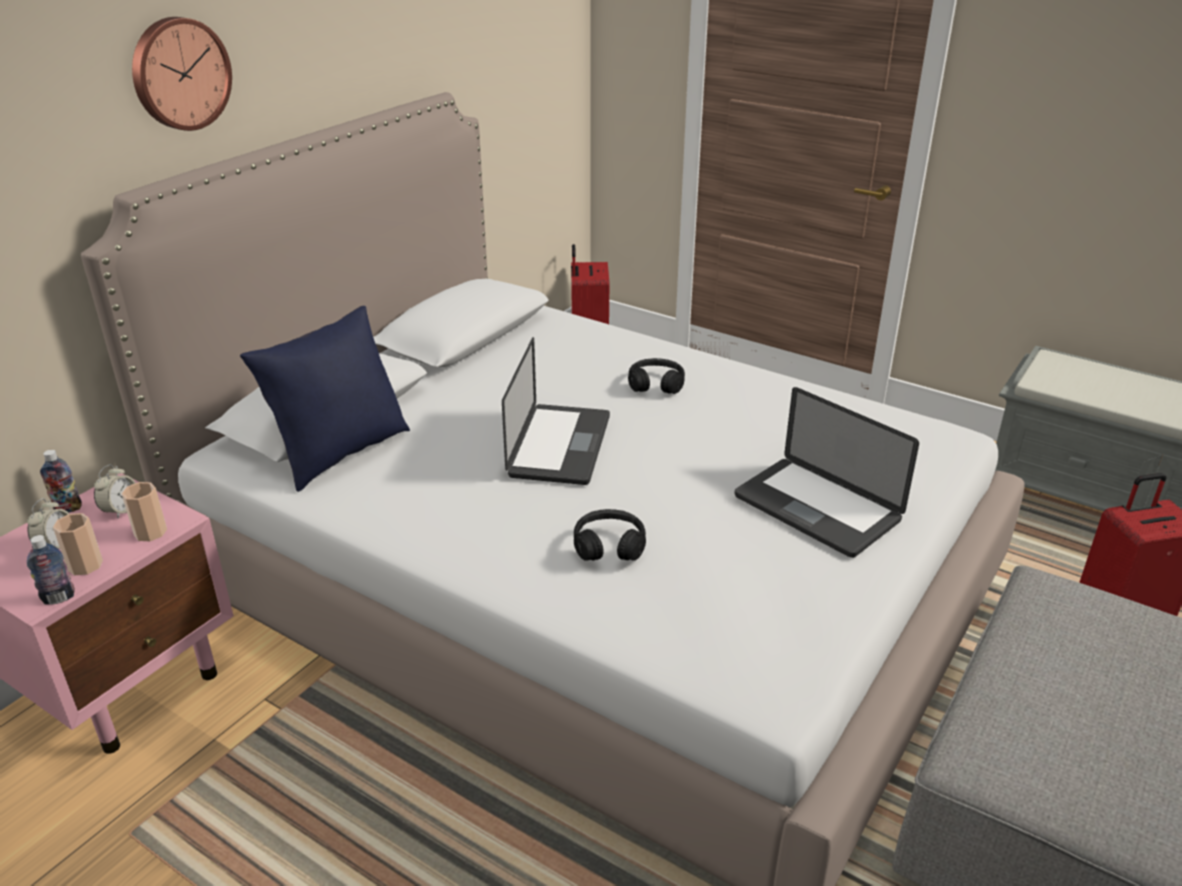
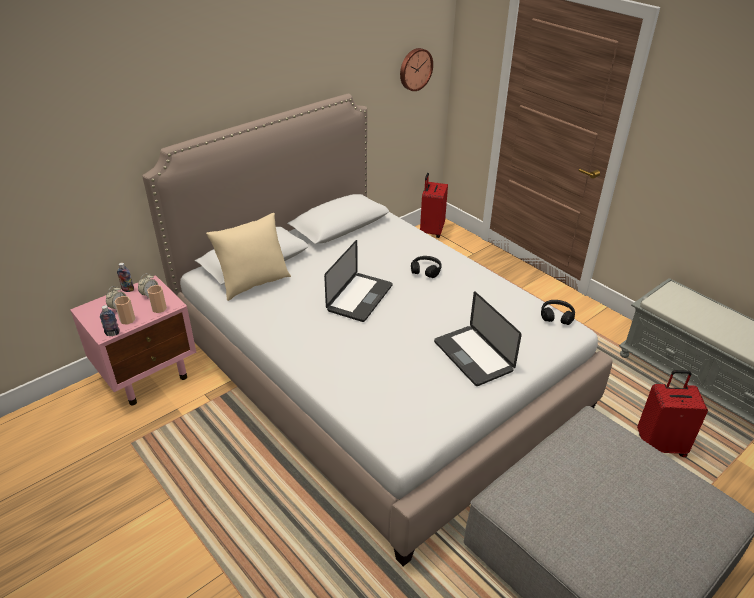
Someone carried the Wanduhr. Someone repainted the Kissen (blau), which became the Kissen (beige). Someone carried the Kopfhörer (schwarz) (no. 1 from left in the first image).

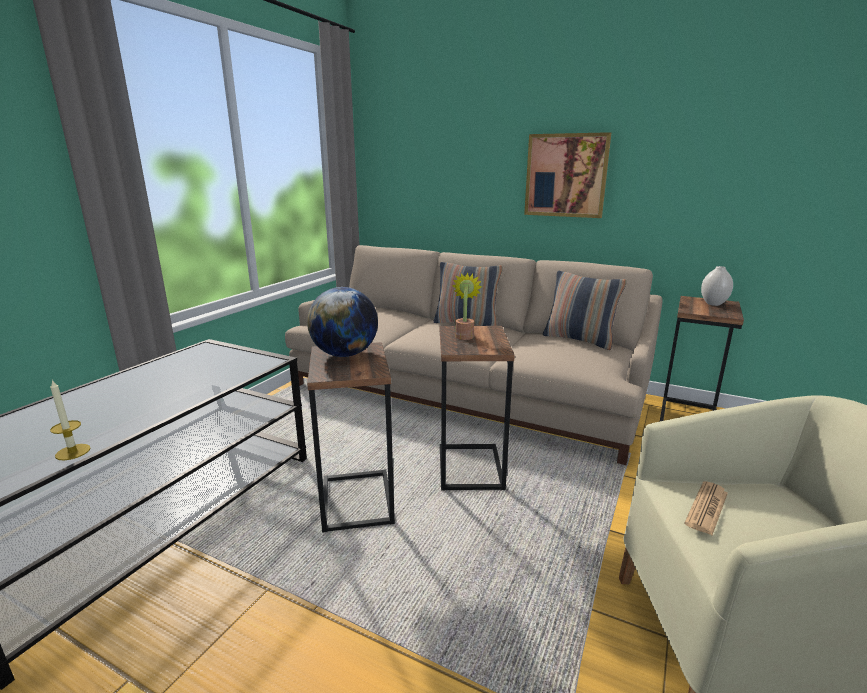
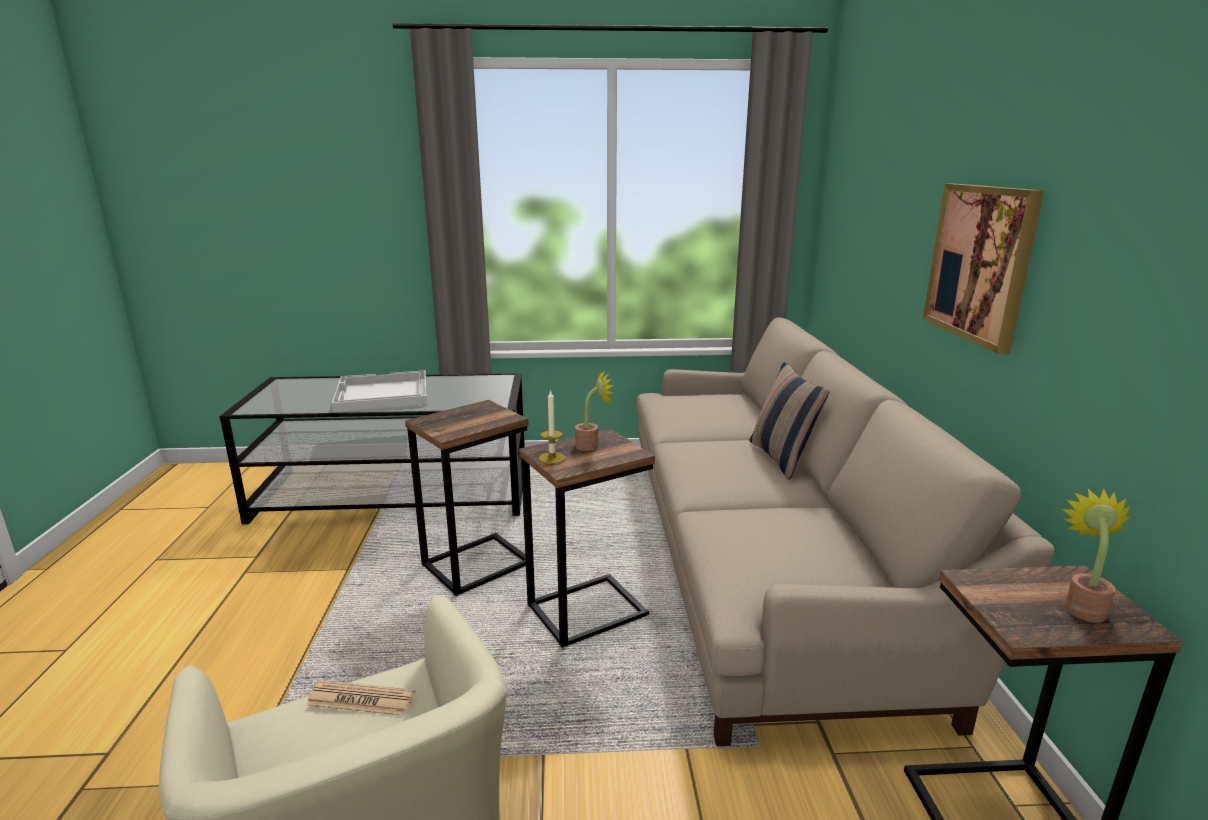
Someone swapped the Vase (weiß) for the Topfpflanze (no. 2 from left). Someone took away the Kissen (no. 2 from left). Someone took away the Globus. Someone carried the Kerze. Someone put down the Tablett (weiß).

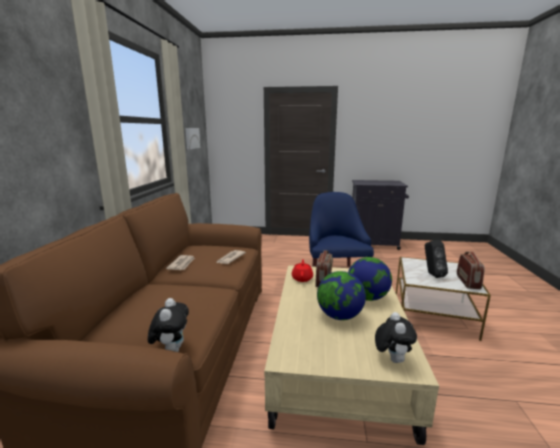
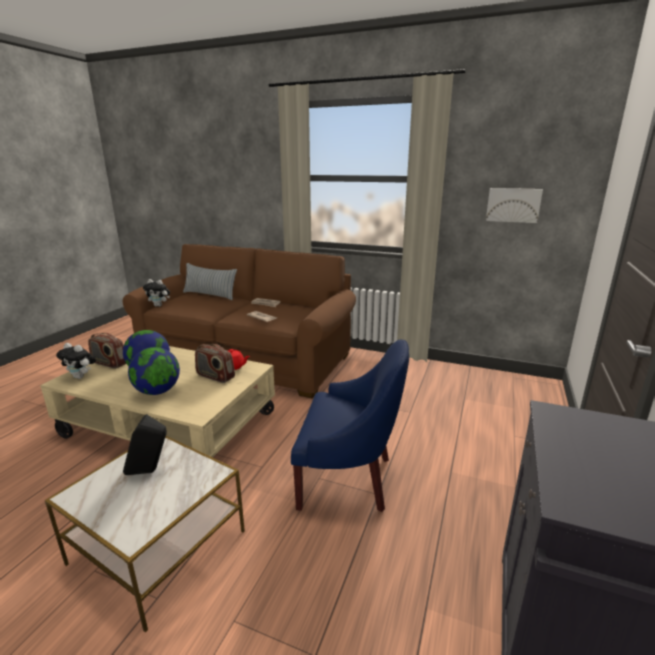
Someone carried the Radio (no. 2 from left in the first image). Someone put down the Kissen.

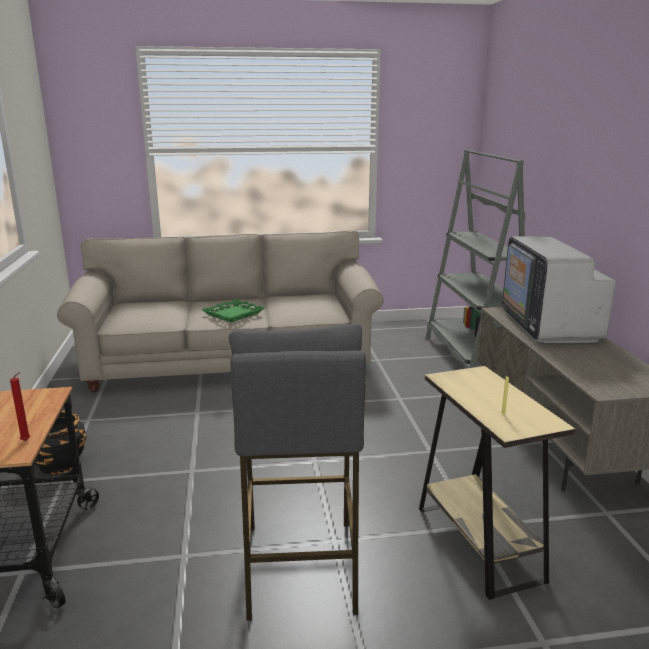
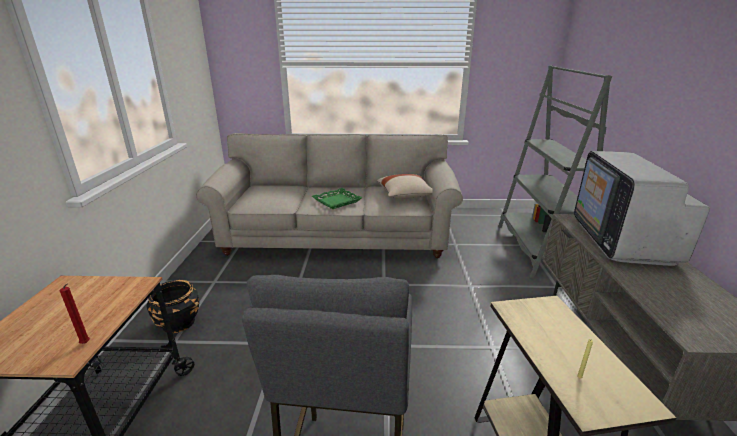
Someone put down the Kissen (beige).

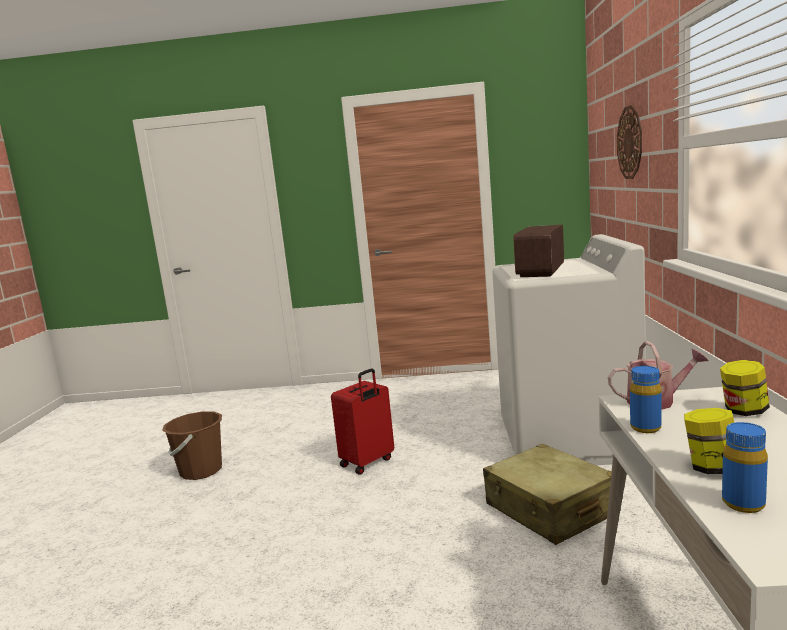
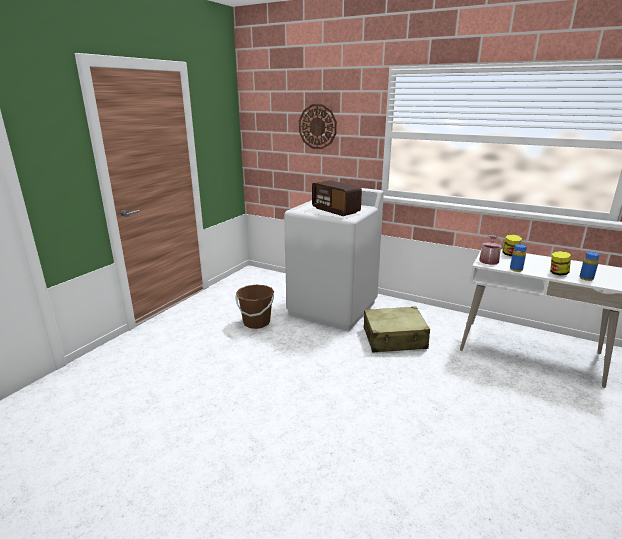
Someone took away the Koffer (rot). Someone carried the Eimer (braun).

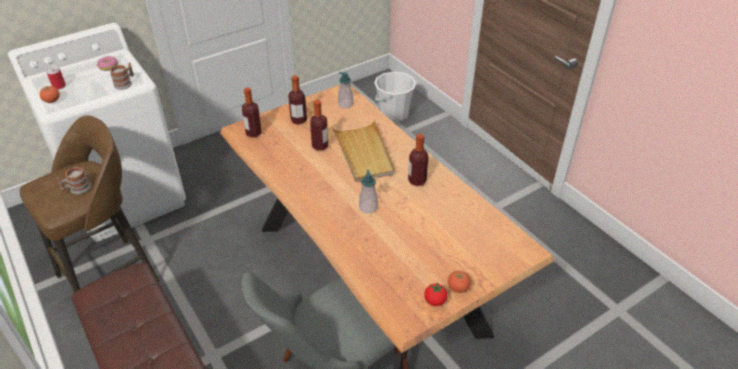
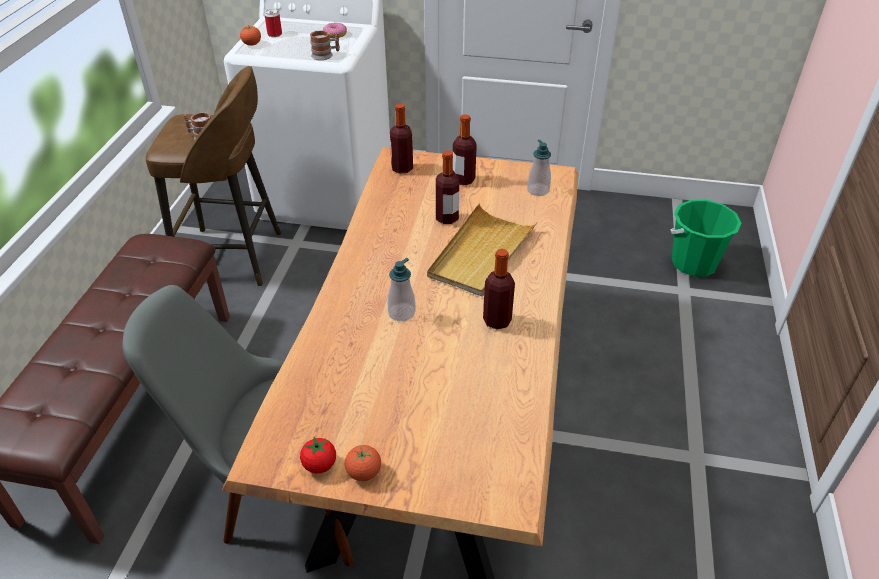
Someone repainted the Eimer (weiß), which became the Eimer (grün).

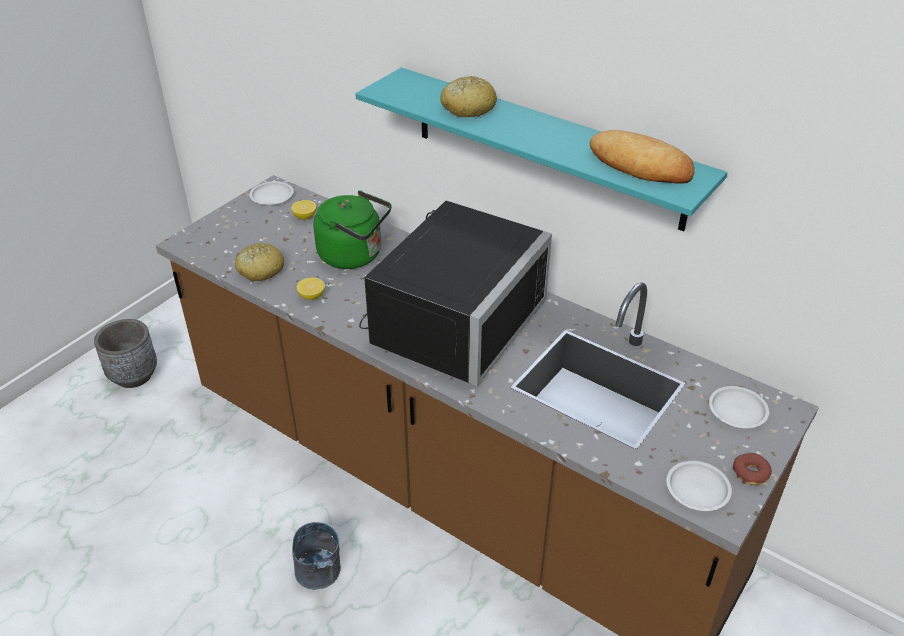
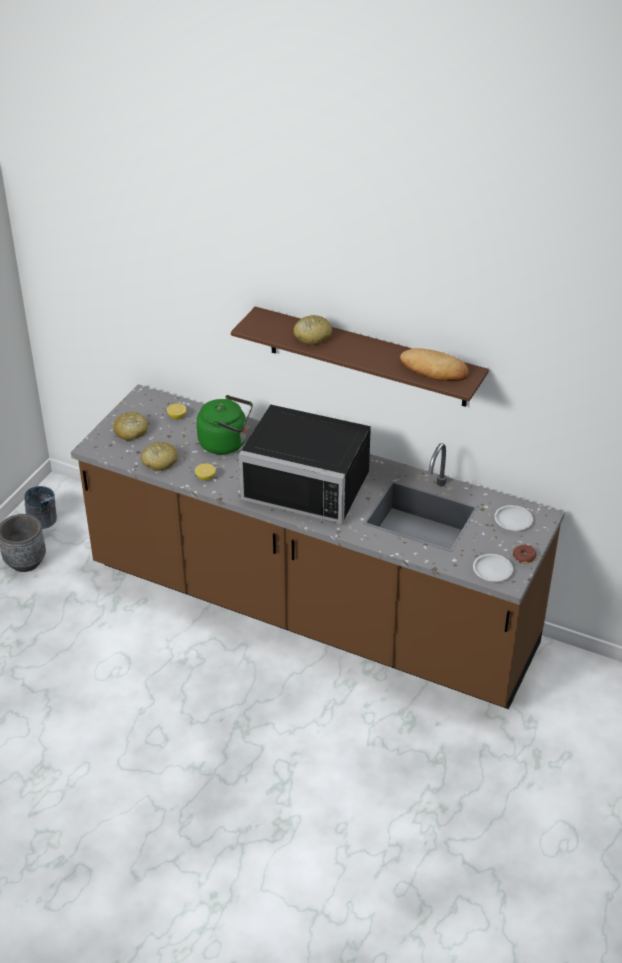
Someone repainted the Wandregal (türkis), which became the Wandregal (braun). Someone took away the Teller (weiß) (no. 1 from left). Someone rotated the Mikrowelle (schwarz) by 90 degrees clockwise. Someone carried the Eimer (grau). Someone put down the Brot (no. 1 from left).

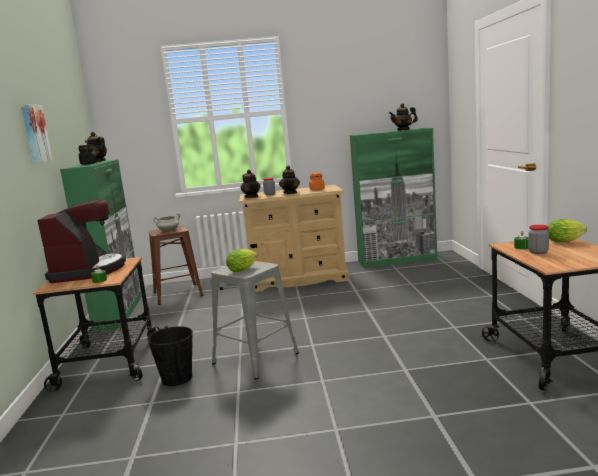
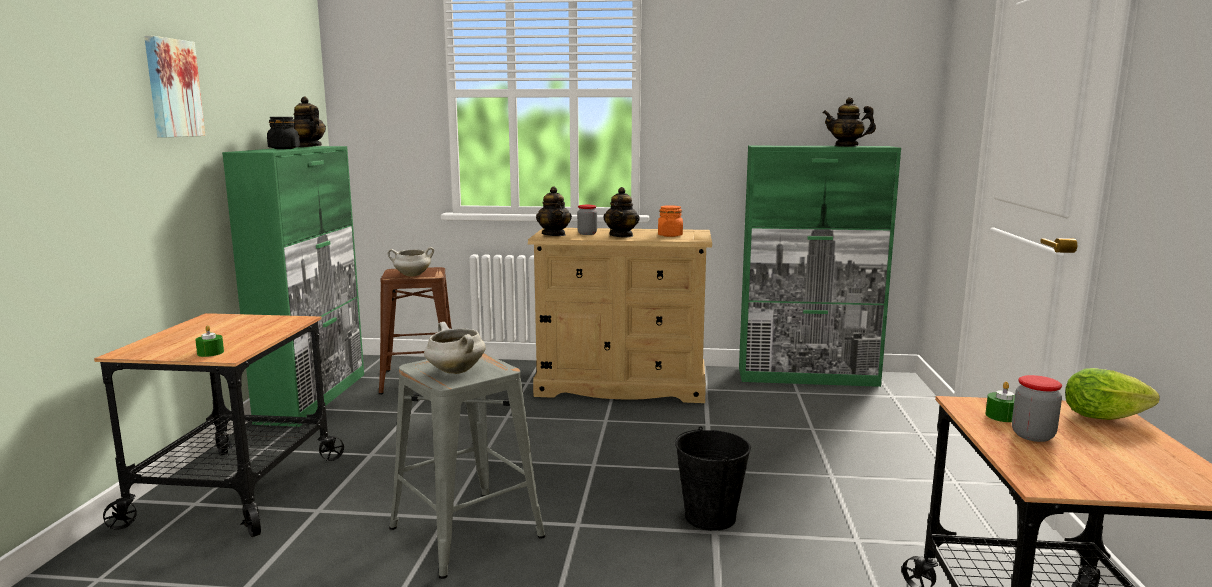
Someone took away the Kaffeemaschine. Someone swapped the Salatkopf (no. 1 from left) for the Kochtopf (weiß) (no. 2 from left). Someone carried the Eimer (schwarz).

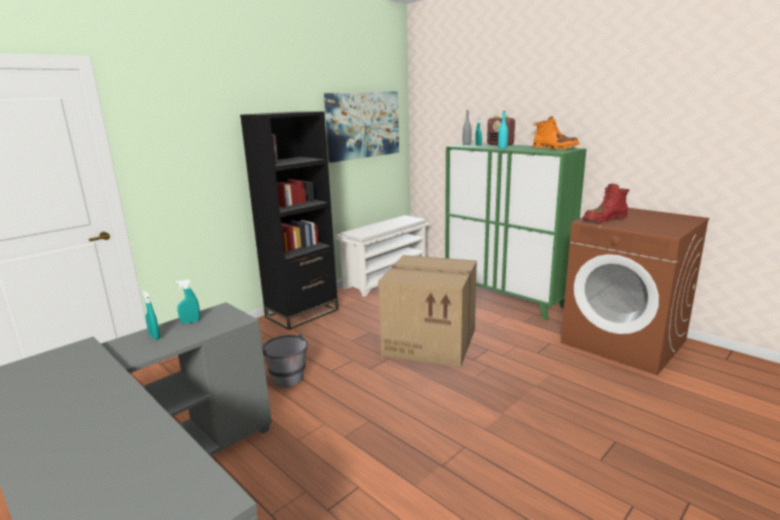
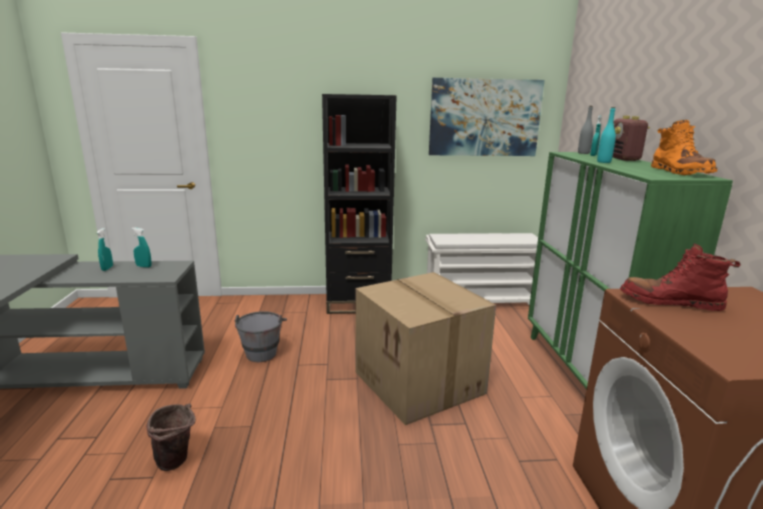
Someone put down the Eimer (braun).

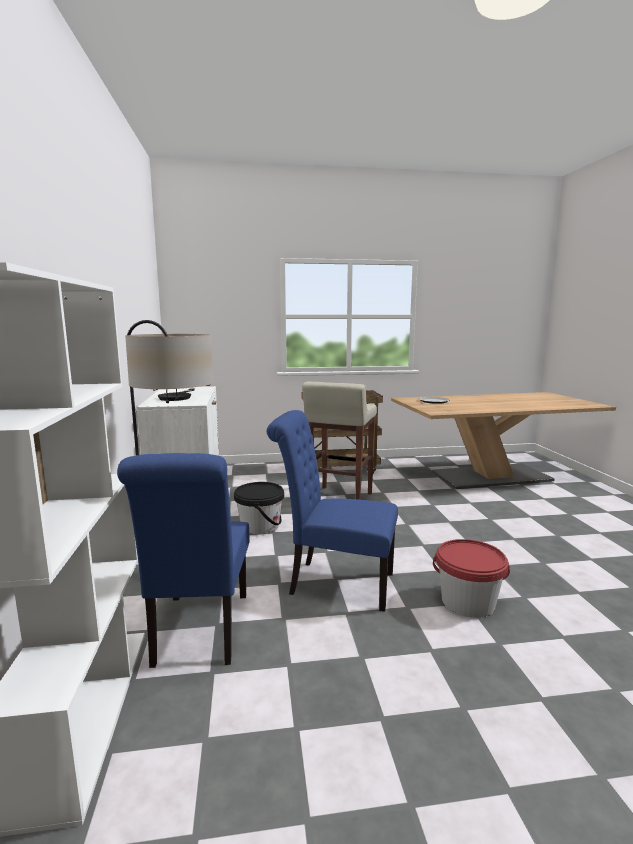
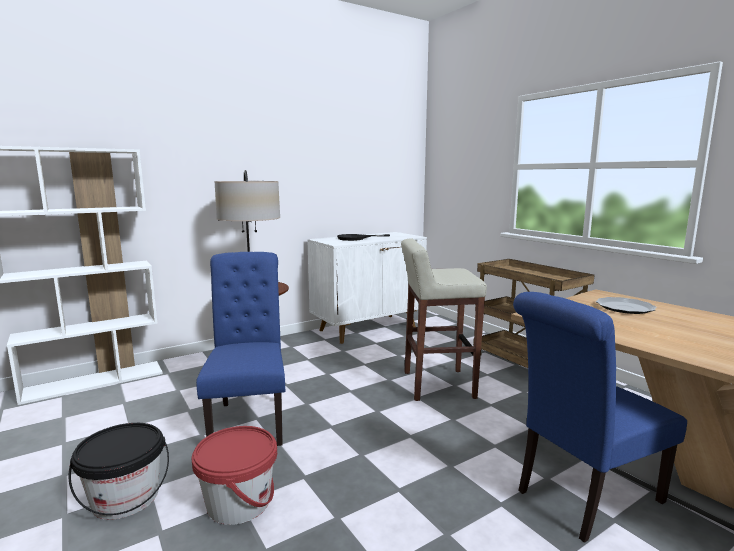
Someone carried the Stuhl (blau) (no. 1 from left in the first image). Someone carried the Eimer (schwarz).

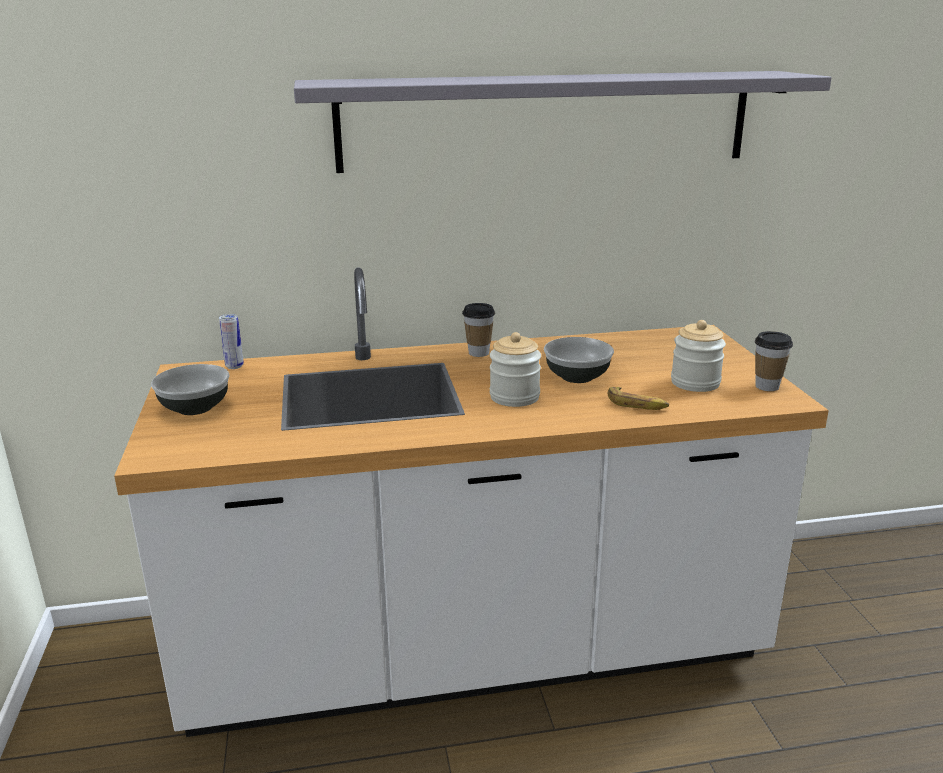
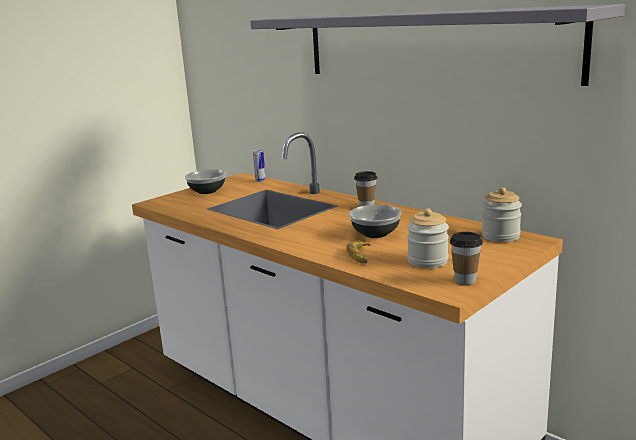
Someone carried the Vorratsglas (no. 1 from left in the first image).

